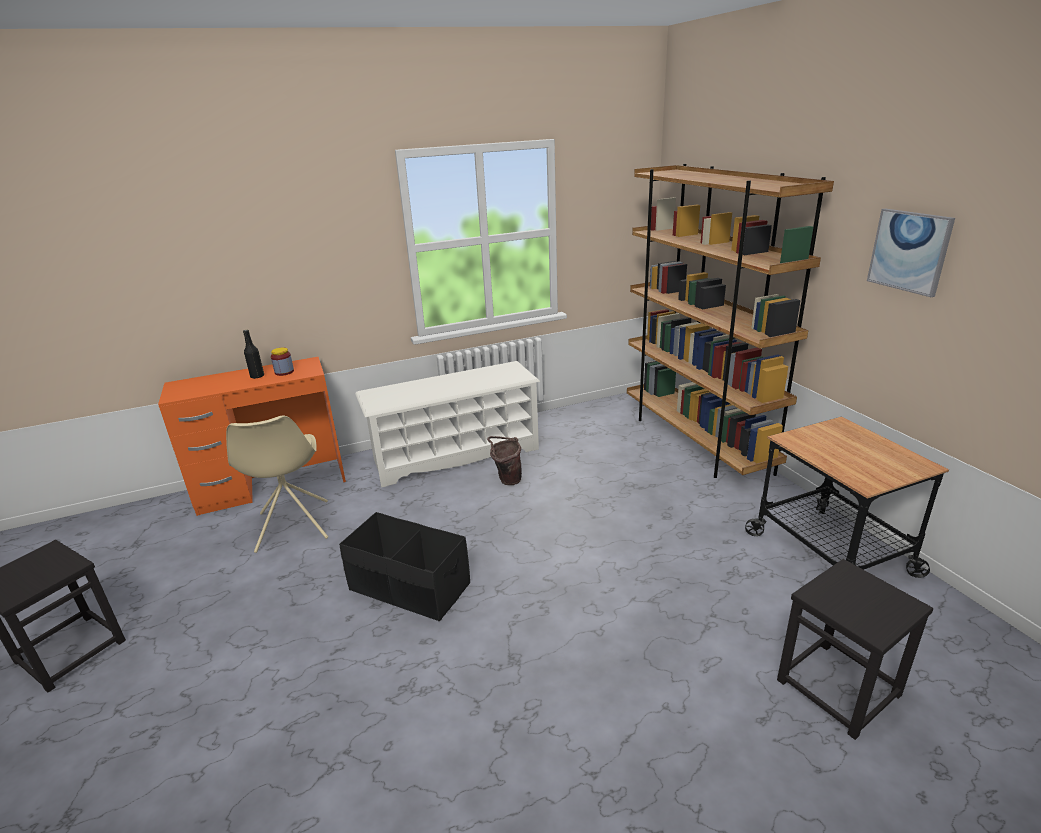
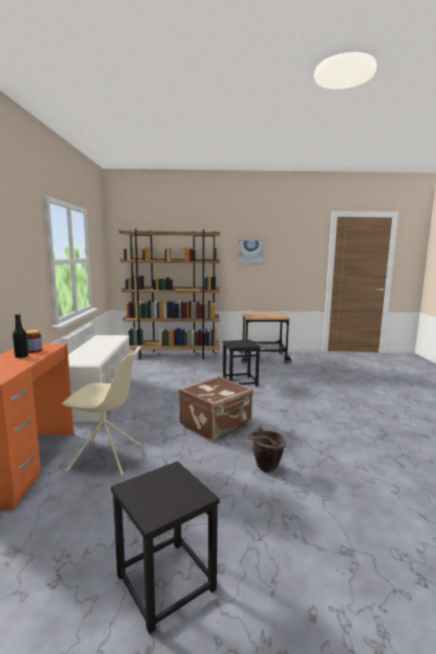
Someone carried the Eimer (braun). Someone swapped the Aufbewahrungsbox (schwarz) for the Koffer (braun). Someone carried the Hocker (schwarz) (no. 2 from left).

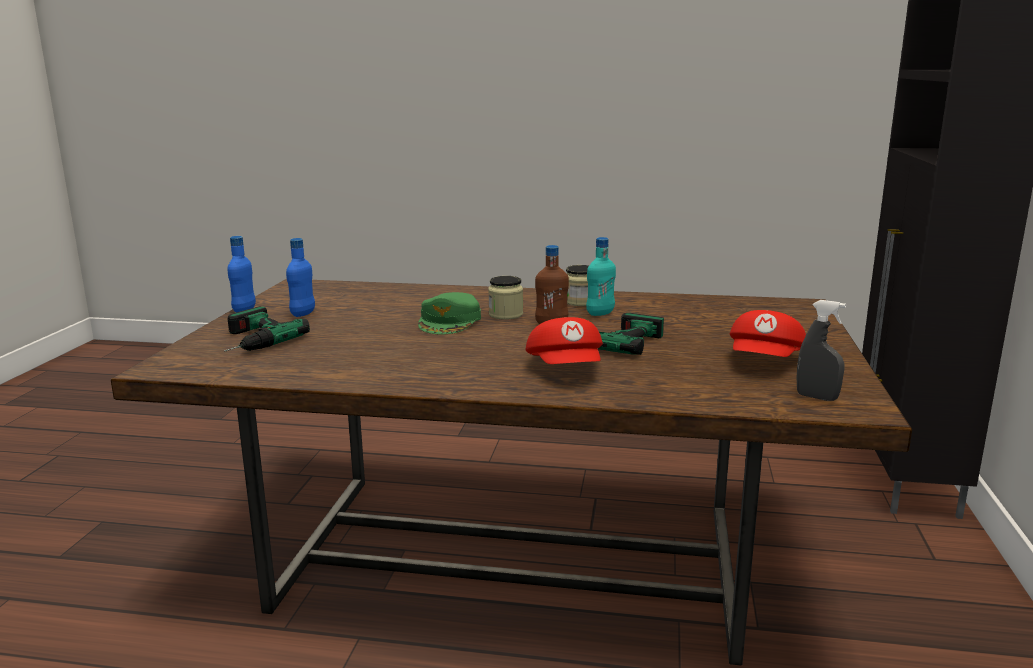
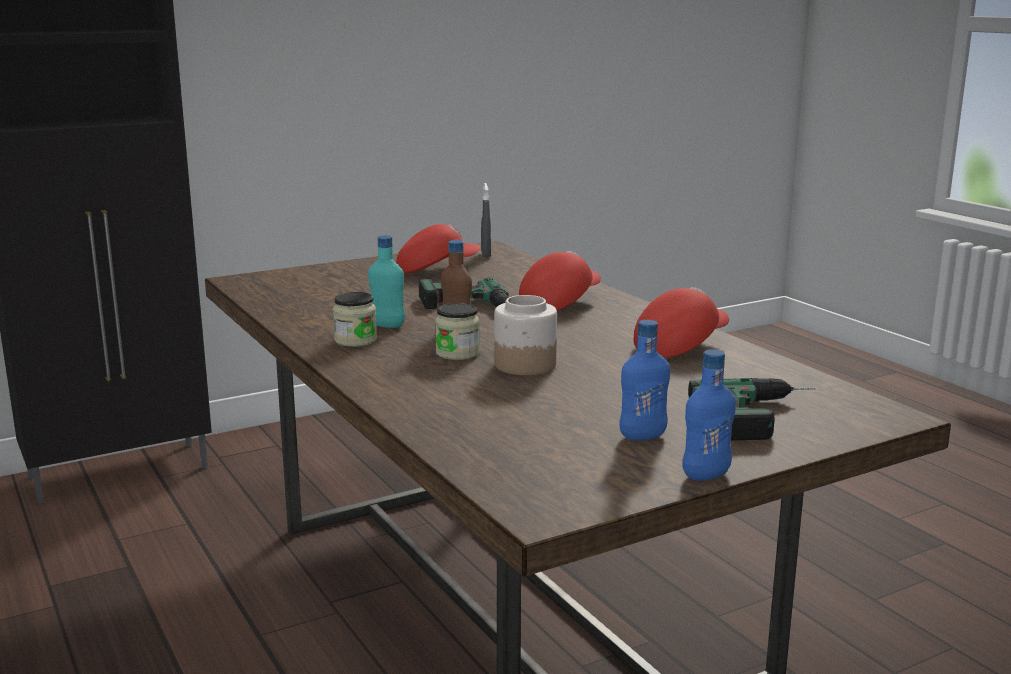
Someone swapped the Kappe (grün) for the Vorratsglas (no. 3 from left). Someone put down the Kappe (rot) (no. 3 from left).

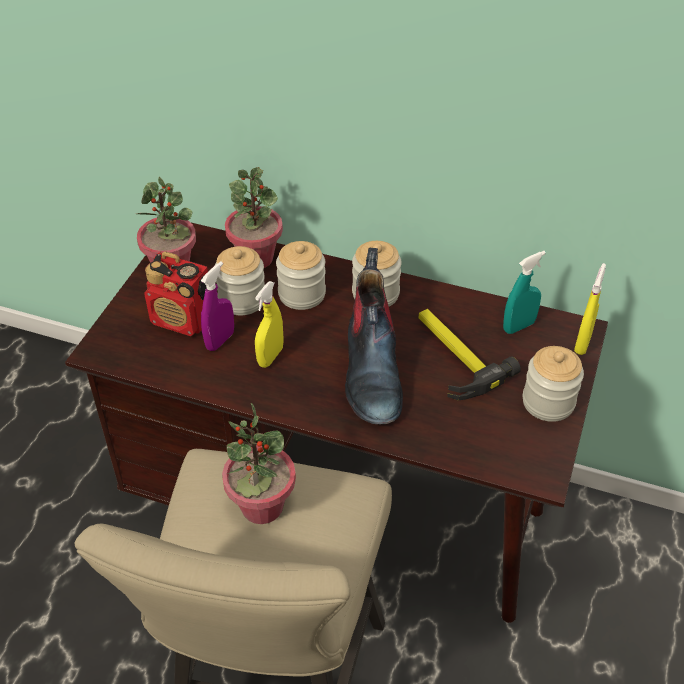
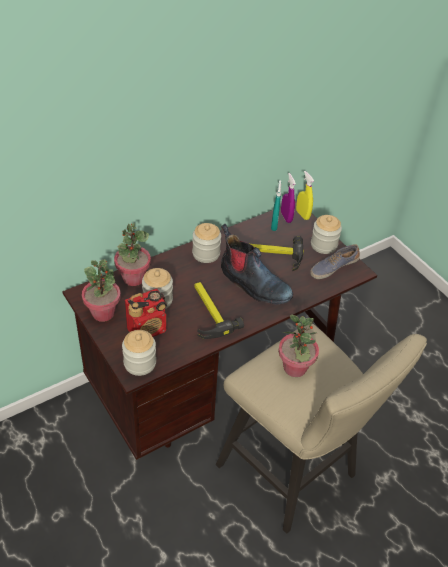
Someone carried the Vorratsglas (no. 2 from left in the first image). Someone carried the Sprühflasche (lila). Someone swapped the Sprühflasche (gelb) (no. 1 from left) for the Hammer (no. 1 from left). Someone put down the Schuh.

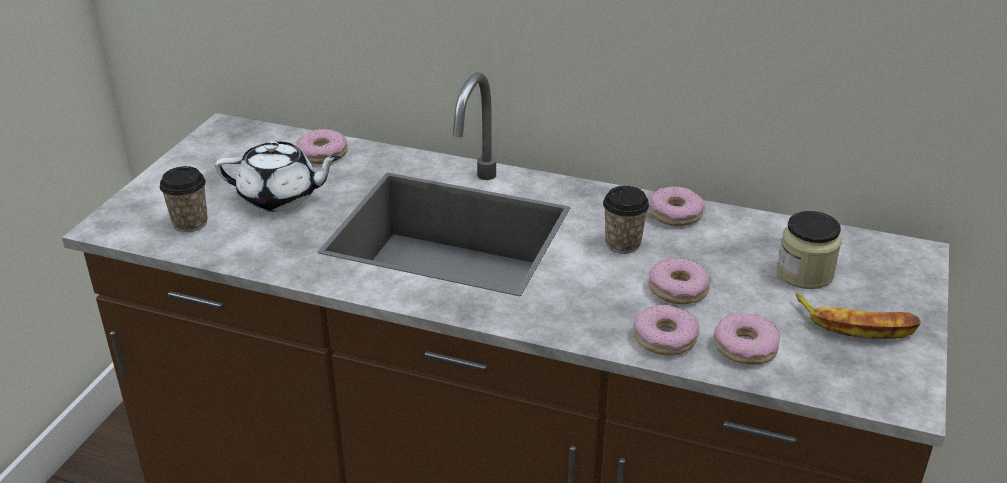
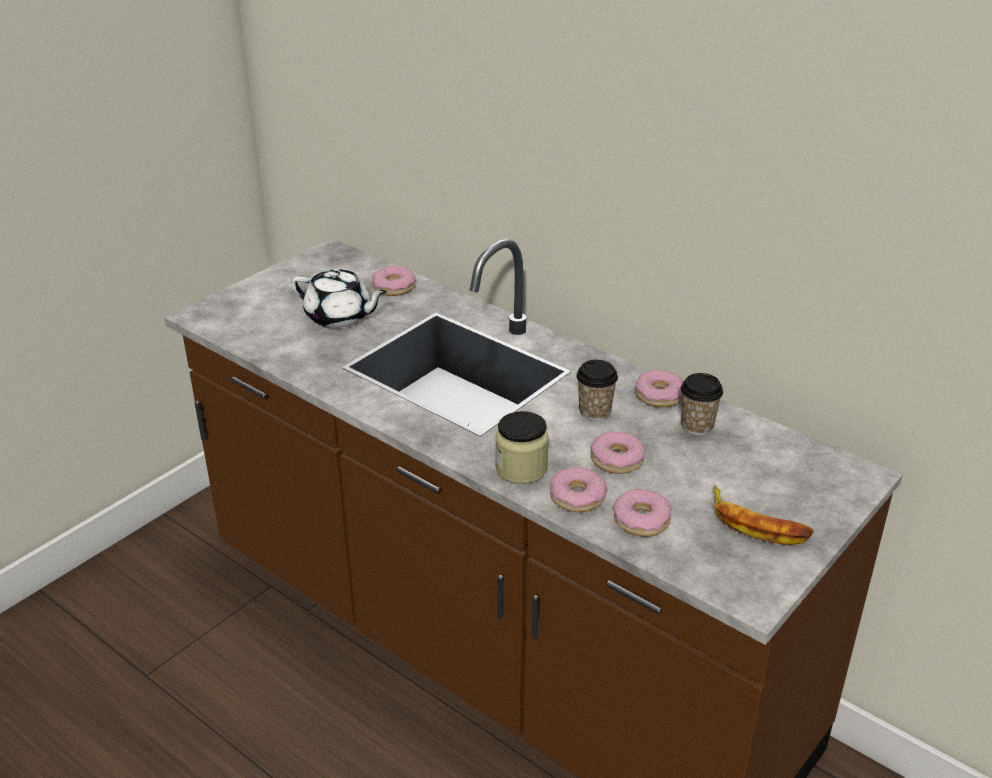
Someone carried the Tasse (no. 1 from left in the first image). Someone carried the Vorratsglas.

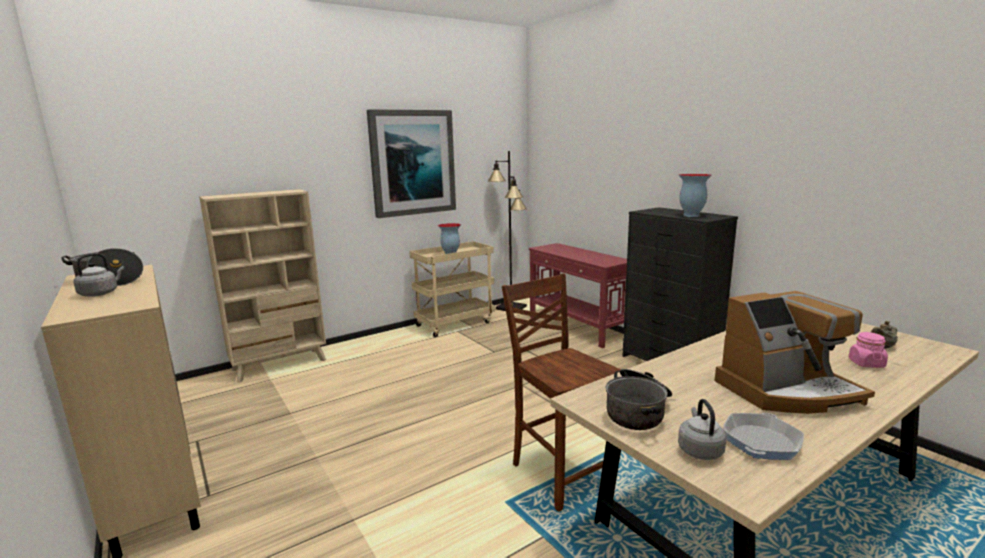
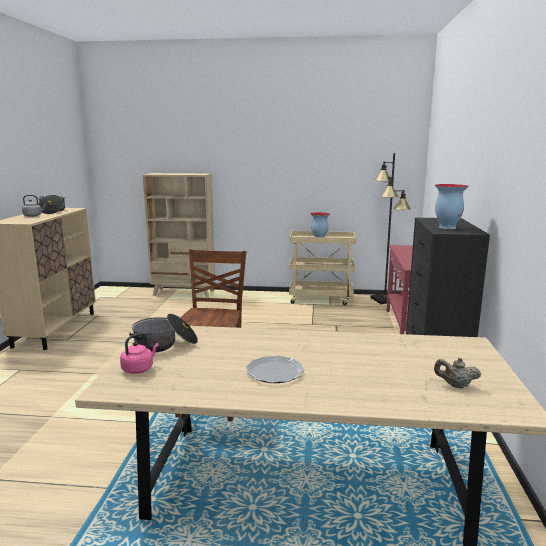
Someone took away the Bild. Someone swapped the Kaffeemaschine for the Teller. Someone took away the Vorratsglas (rosa). Someone repainted the Wasserkessel (grau) (no. 2 from left), which became the Wasserkessel (rosa). Someone took away the Pfanne.

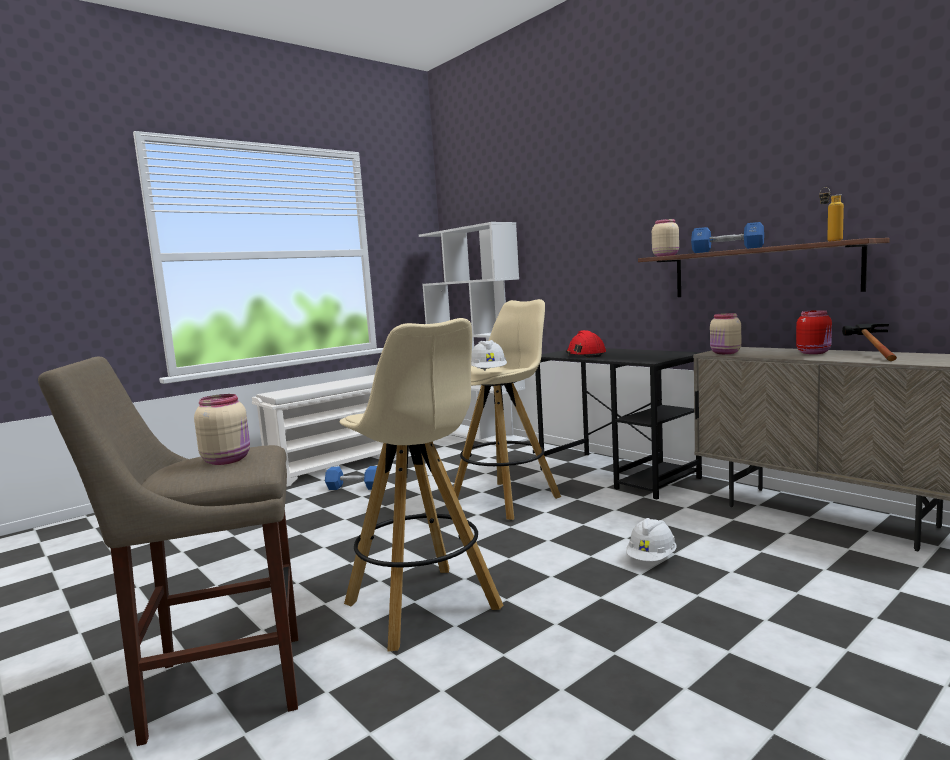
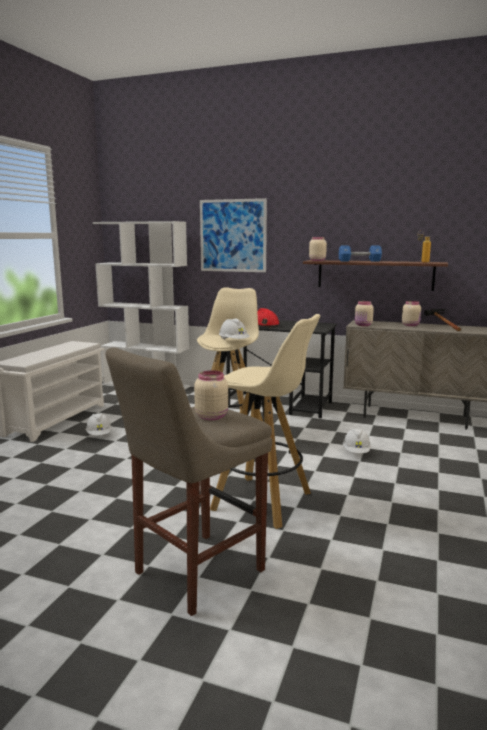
Someone repainted the Vorratsglas (rot), which became the Vorratsglas (beige) (no. 4 from left). Someone swapped the Hantel (blau) (no. 1 from left) for the Schutzhelm (weiß) (no. 1 from left). Someone put up the Bild.

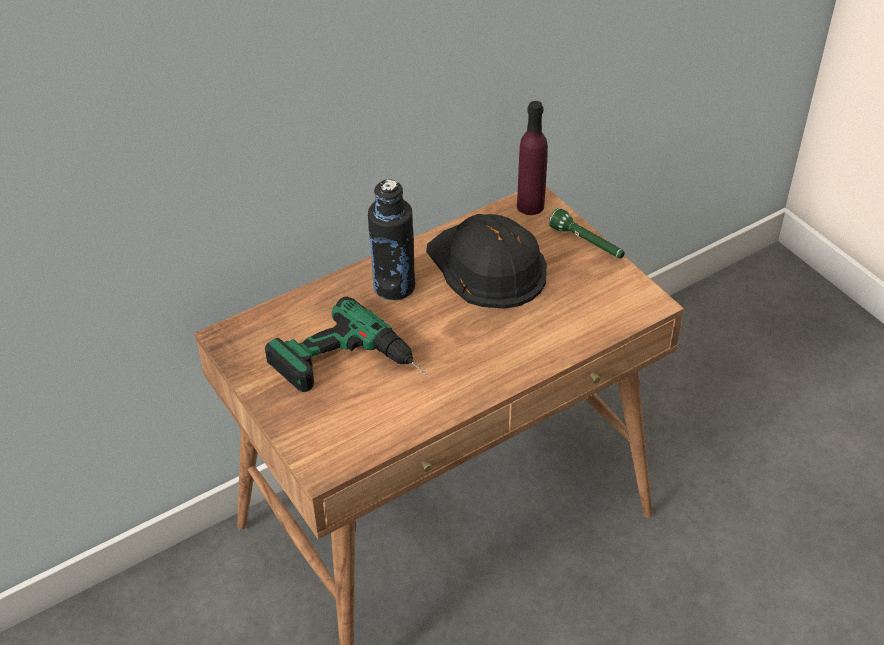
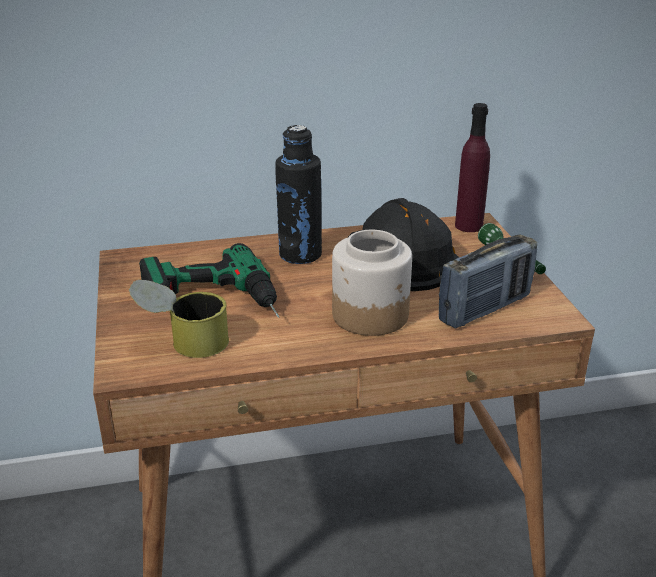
Someone put down the Vorratsglas. Someone put down the Radio. Someone put down the Dose.

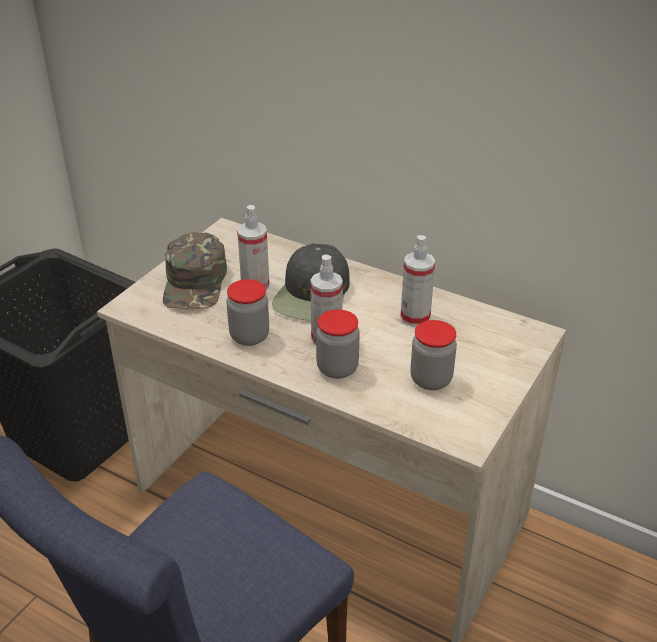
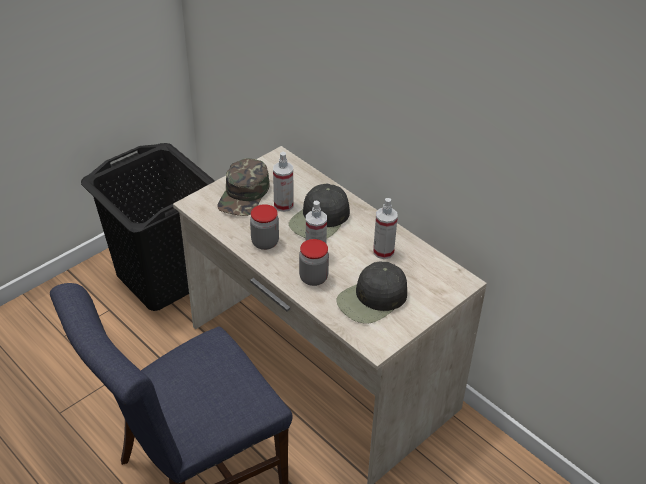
Someone swapped the Vorratsglas (no. 3 from left) for the Kappe (schwarz) (no. 2 from left).

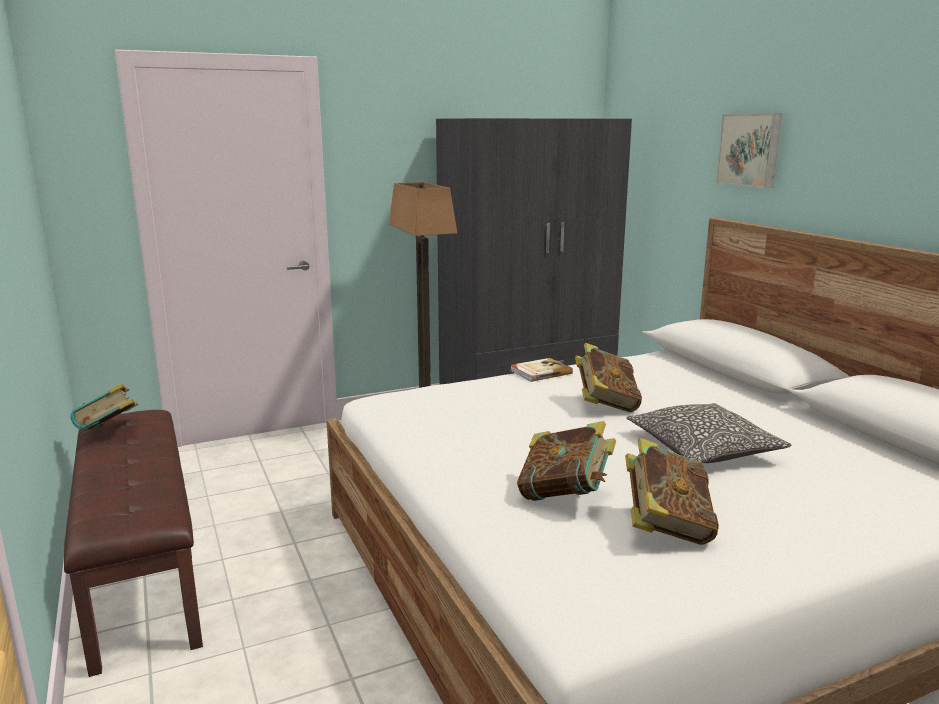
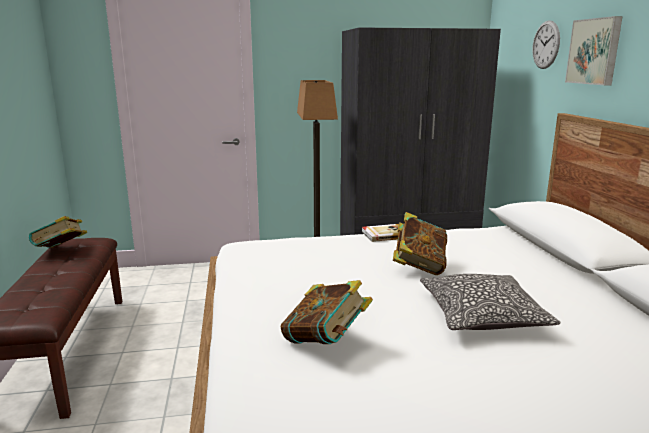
Someone took away the Buch (no. 5 from left). Someone put up the Wanduhr.

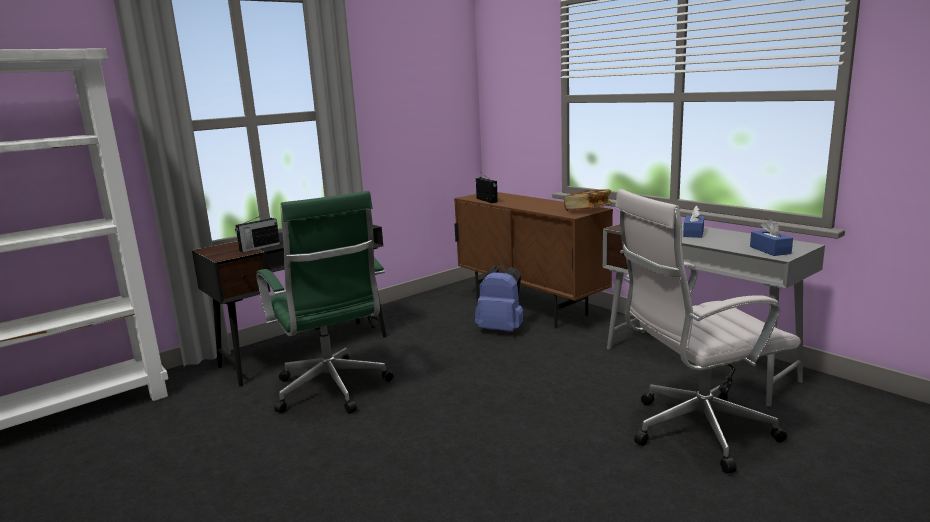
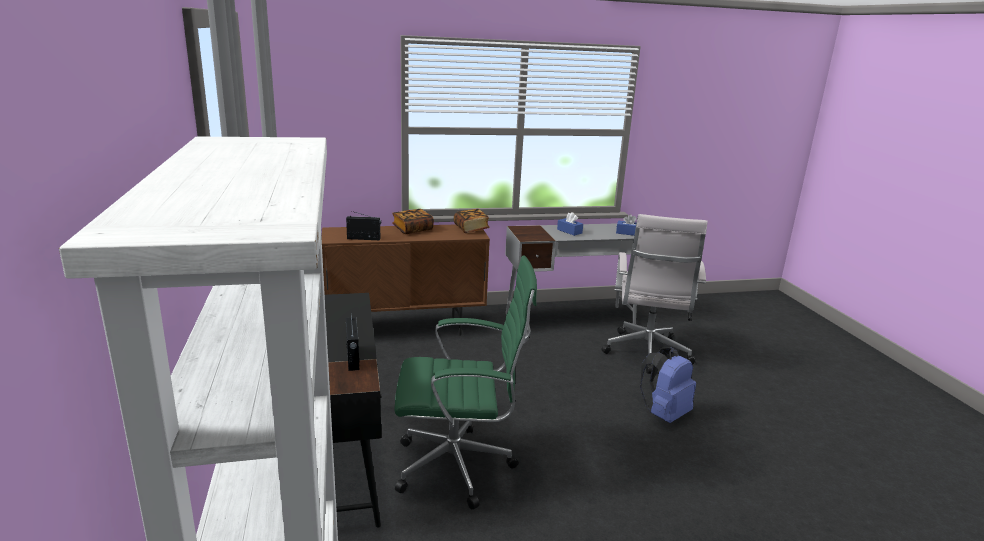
Someone carried the Rucksack (blau). Someone put down the Buch (no. 1 from left).

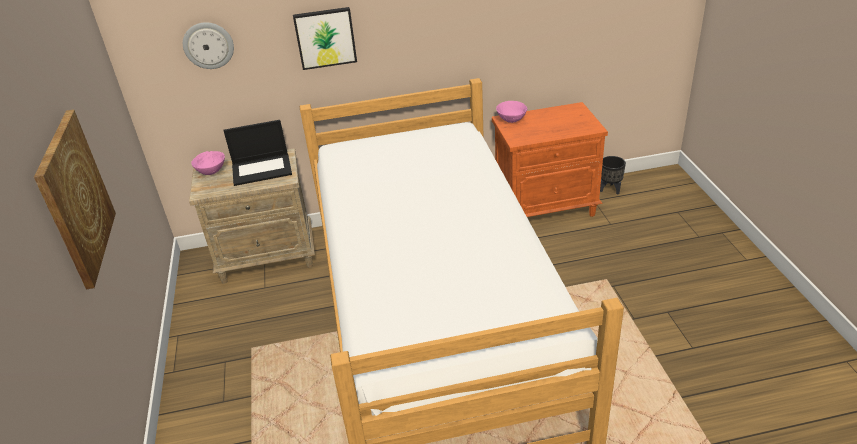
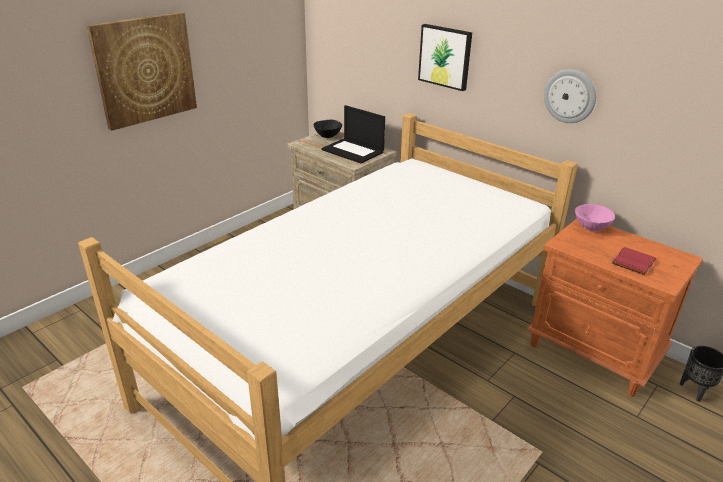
Someone carried the Wanduhr. Someone repainted the Schüssel (rosa) (no. 1 from left), which became the Schüssel (schwarz). Someone put down the Buch (rot).

